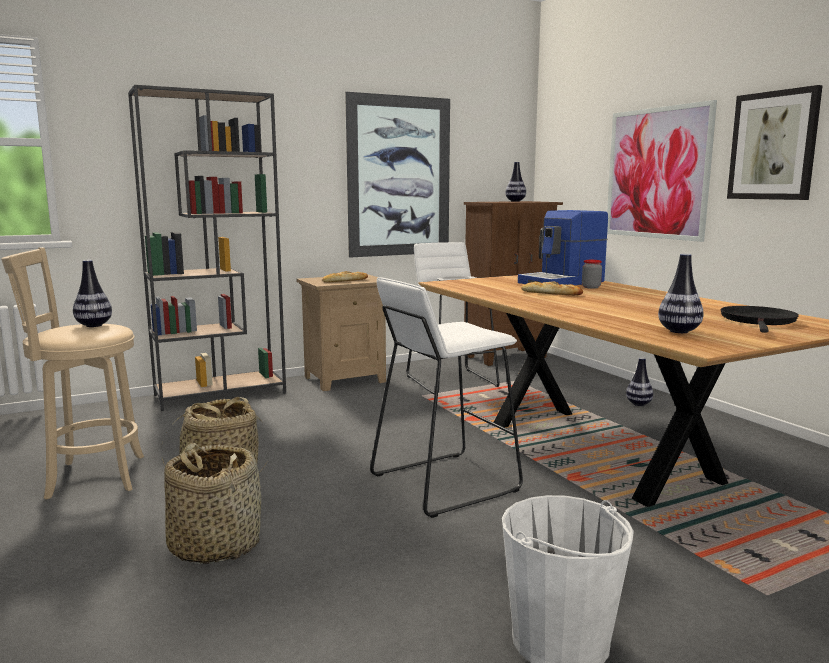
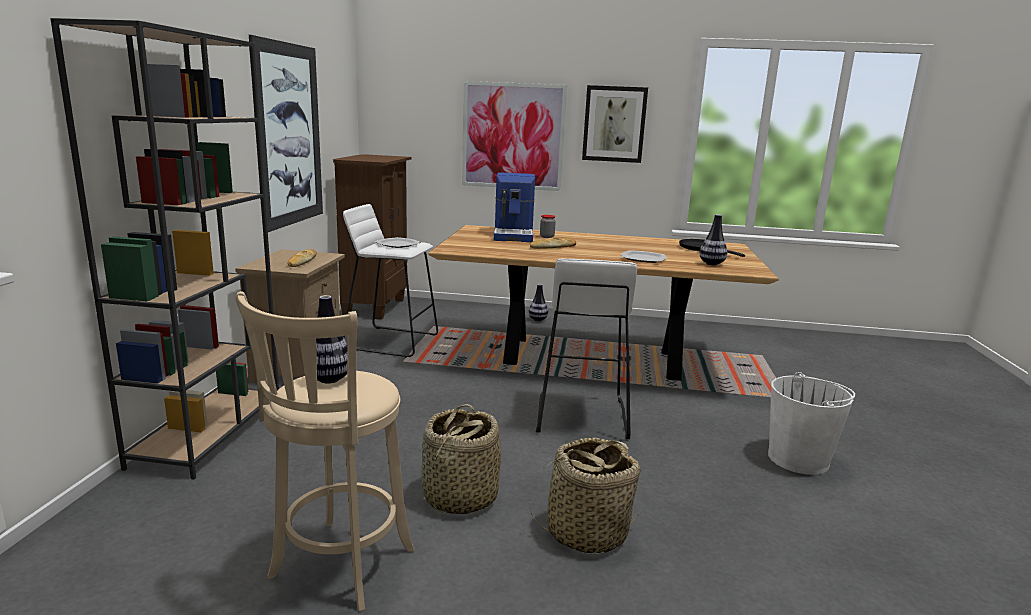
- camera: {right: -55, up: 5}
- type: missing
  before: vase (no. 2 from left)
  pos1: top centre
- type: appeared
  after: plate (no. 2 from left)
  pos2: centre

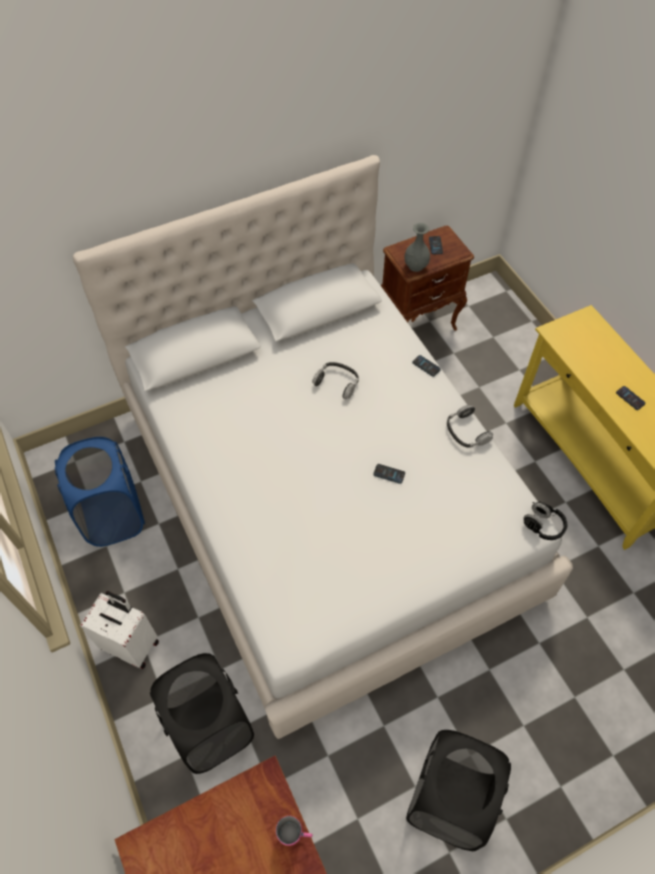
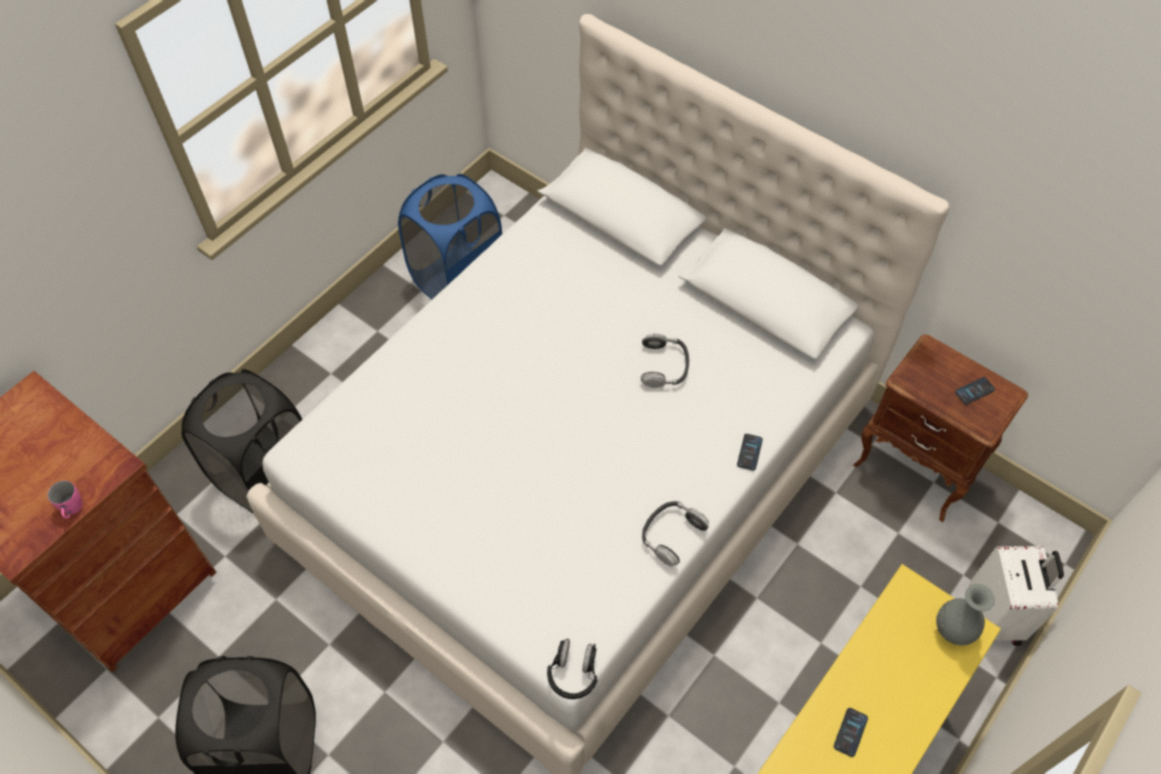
- camera: {right: 65, up: 0}
- type: missing
  before: phone (no. 1 from left)
  pos1: centre
- type: relocated
  before: white suitcase
  pos1: bottom left
  pos2: bottom right
- type: relocated
  before: grey vase
  pos1: top centre
  pos2: bottom right

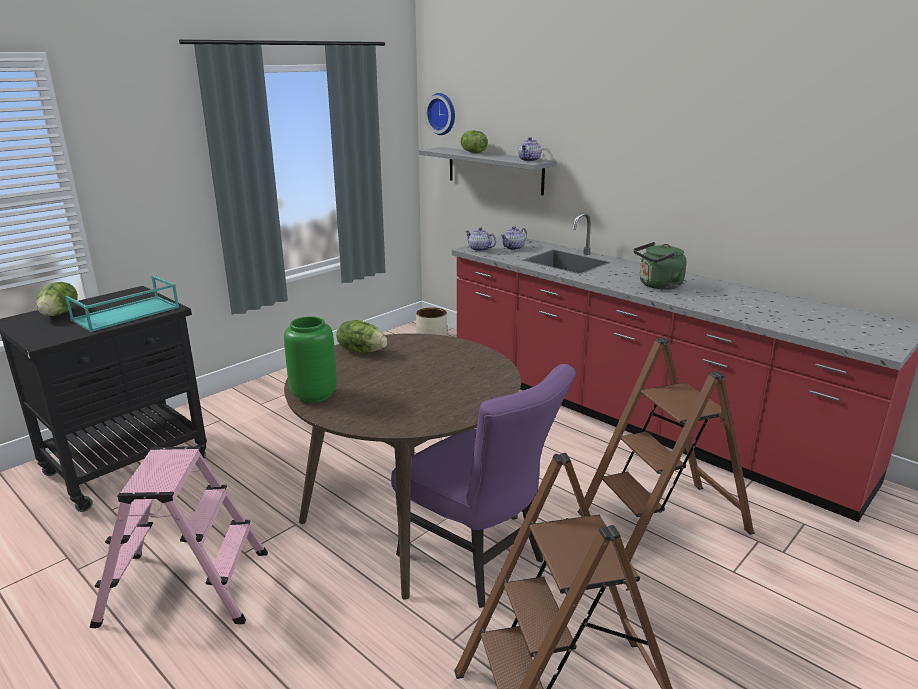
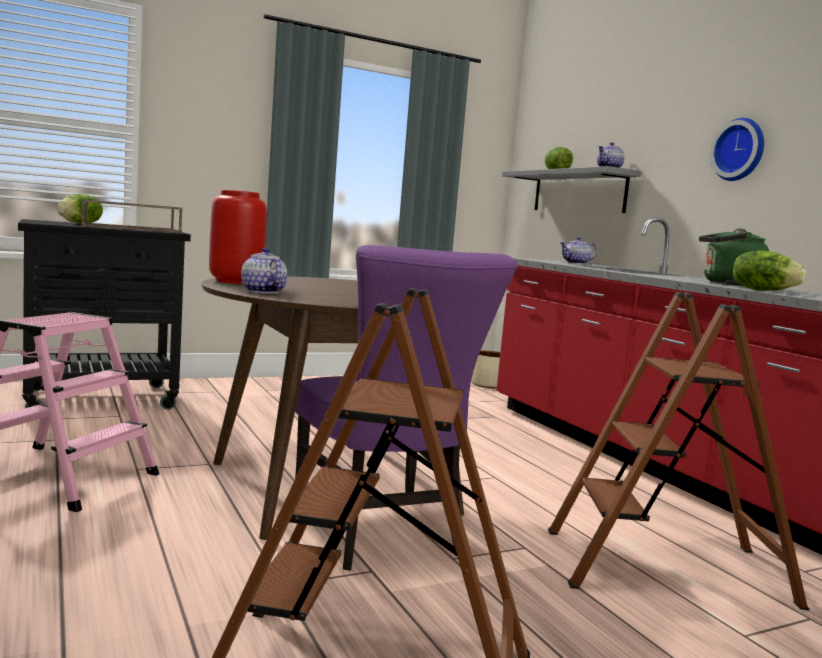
- camera: {right: 20, up: -15}
- type: relocated
  before: lettuce (no. 2 from left in the first image)
  after: lettuce (no. 3 from left)
  pos1: centre
  pos2: middle right
- type: relocated
  before: wall clock
  pos1: top centre
  pos2: top right
- type: relocated
  before: teapot (no. 1 from left)
  pos1: centre
  pos2: middle left
- type: colour
  before: turquoise tray
  after: brown tray
  pos1: middle left
  pos2: top left
- type: colour
  before: green vase
  after: red vase
  pos1: centre
  pos2: middle left

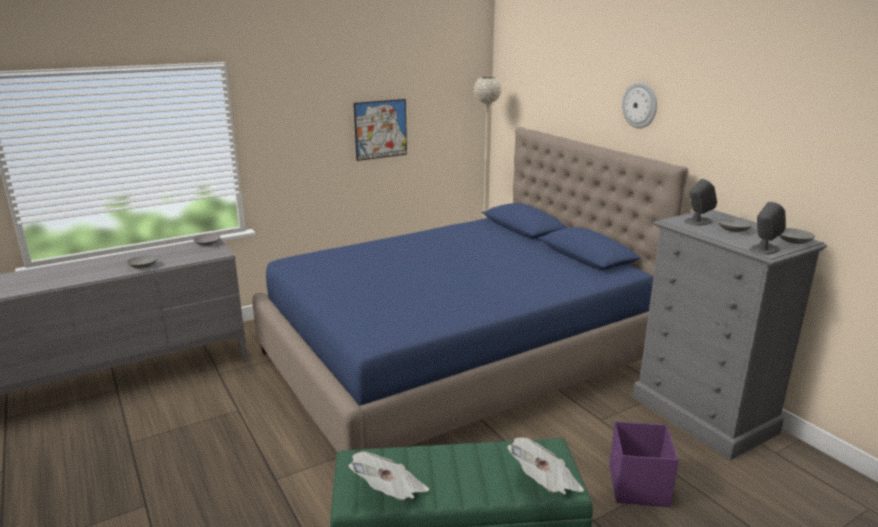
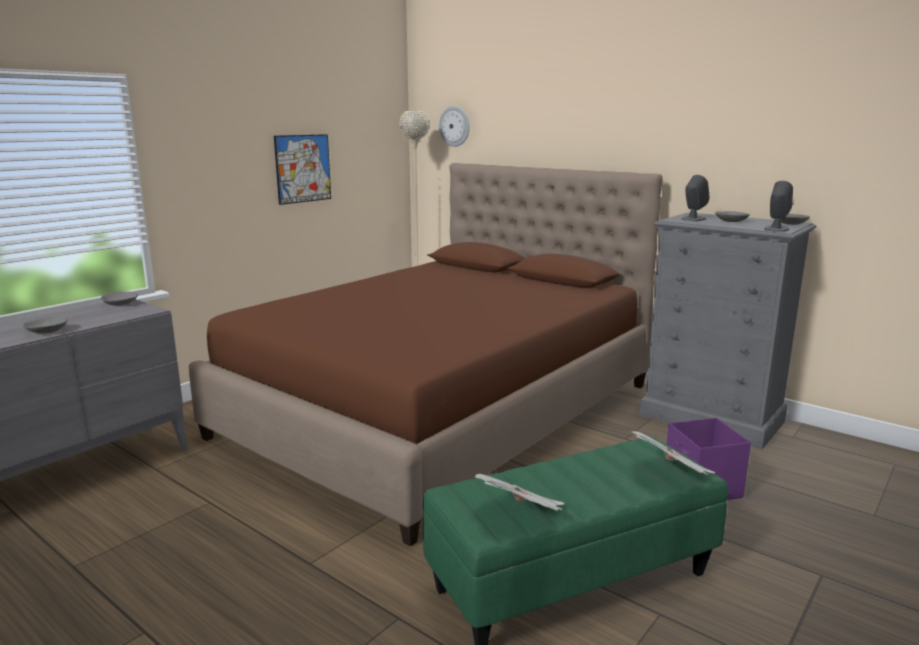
- camera: {right: -20, up: -5}
- type: relocated
  before: wall clock
  pos1: top right
  pos2: top centre
- type: colour
  before: blue bed
  after: brown bed
  pos1: centre
  pos2: centre

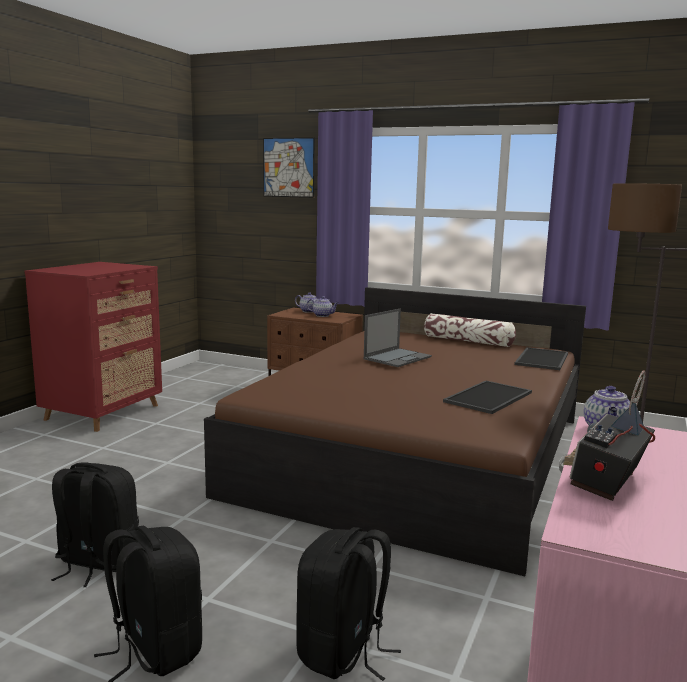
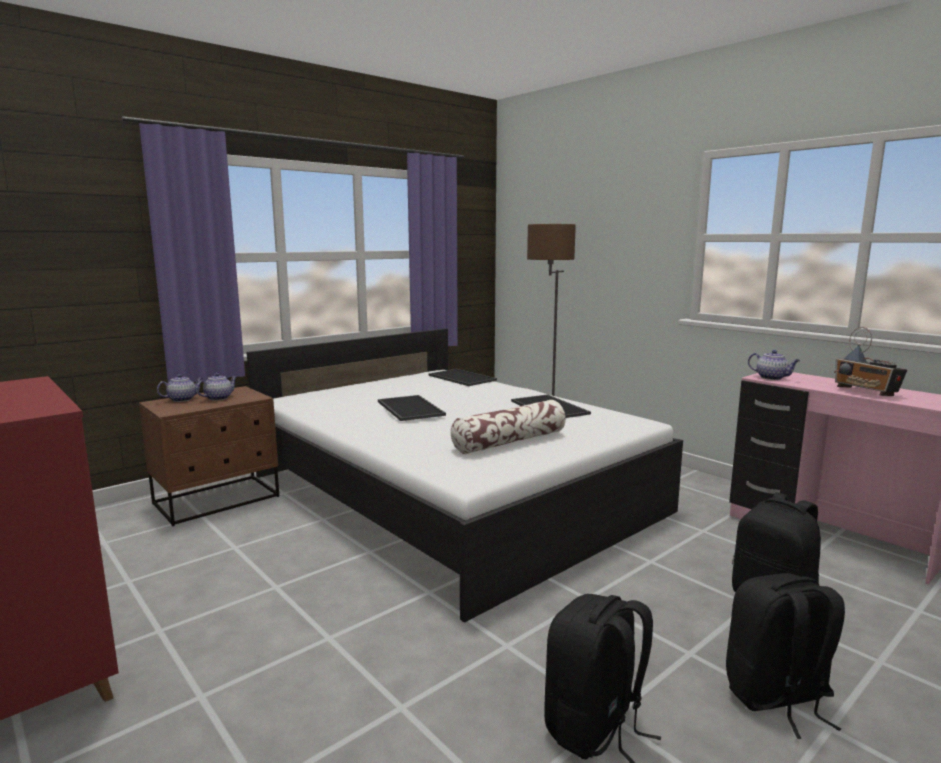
- camera: {right: -65, up: 0}
- type: missing
  before: picture
  pos1: top centre
- type: relocated
  before: pillow
  pos1: middle right
  pos2: centre
- type: exchanged
  before: laptop
  after: tray (no. 1 from left)
  pos1: centre
  pos2: centre
- type: colour
  before: brown bed
  after: white bed
  pos1: centre
  pos2: centre

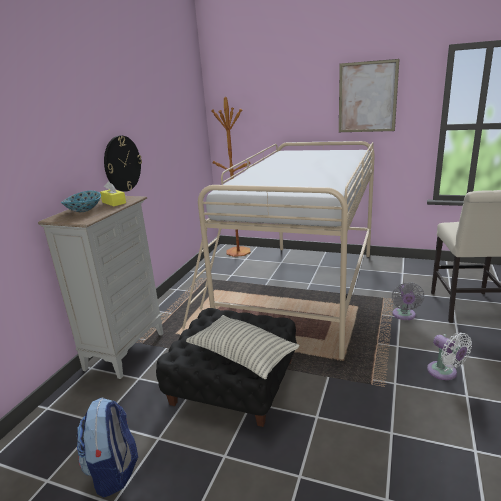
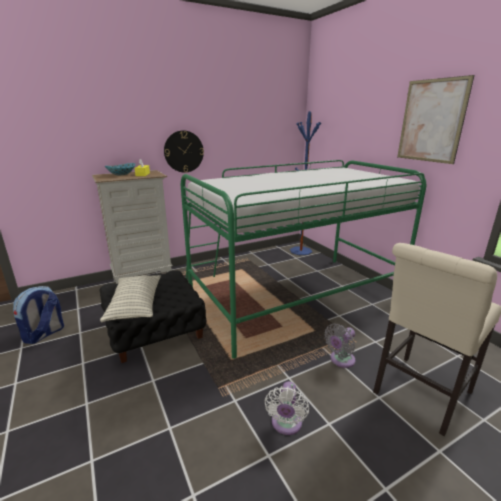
- camera: {right: 40, up: 0}
- type: colour
  before: beige bed
  after: green bed
  pos1: centre
  pos2: centre
- type: colour
  before: orange clothes rack
  after: blue clothes rack
  pos1: centre
  pos2: centre

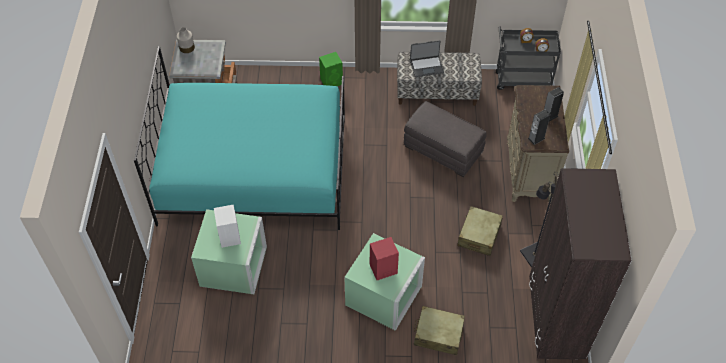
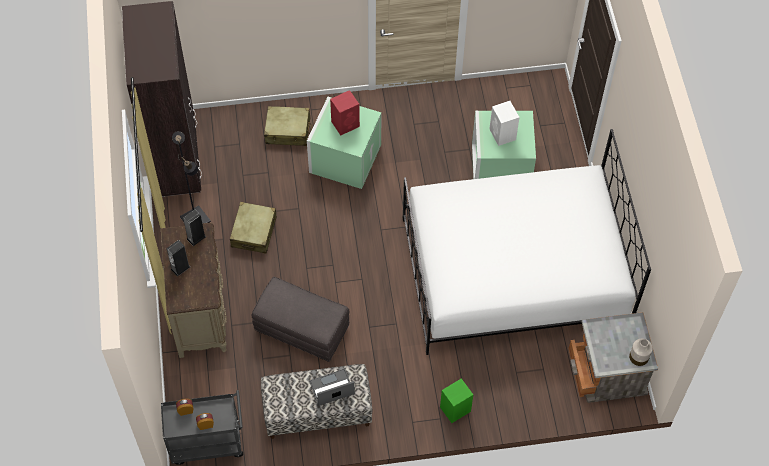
- camera: {right: 170, up: 5}
- type: colour
  before: turquoise bed
  after: white bed
  pos1: middle left
  pos2: middle right

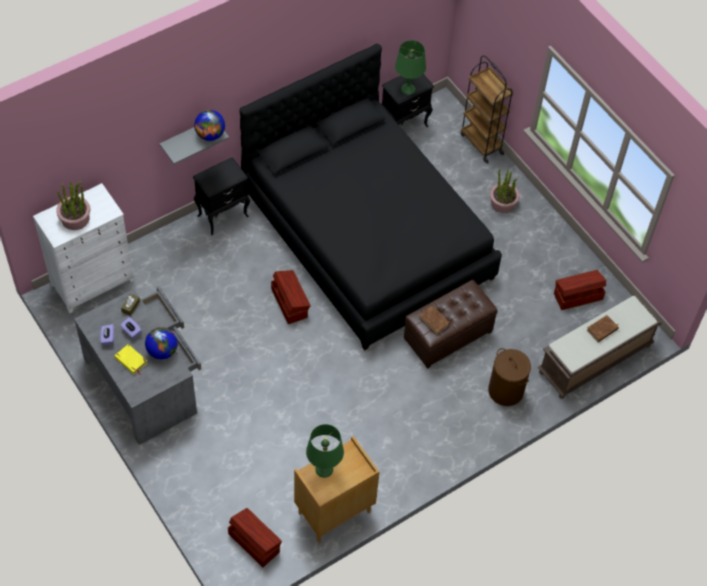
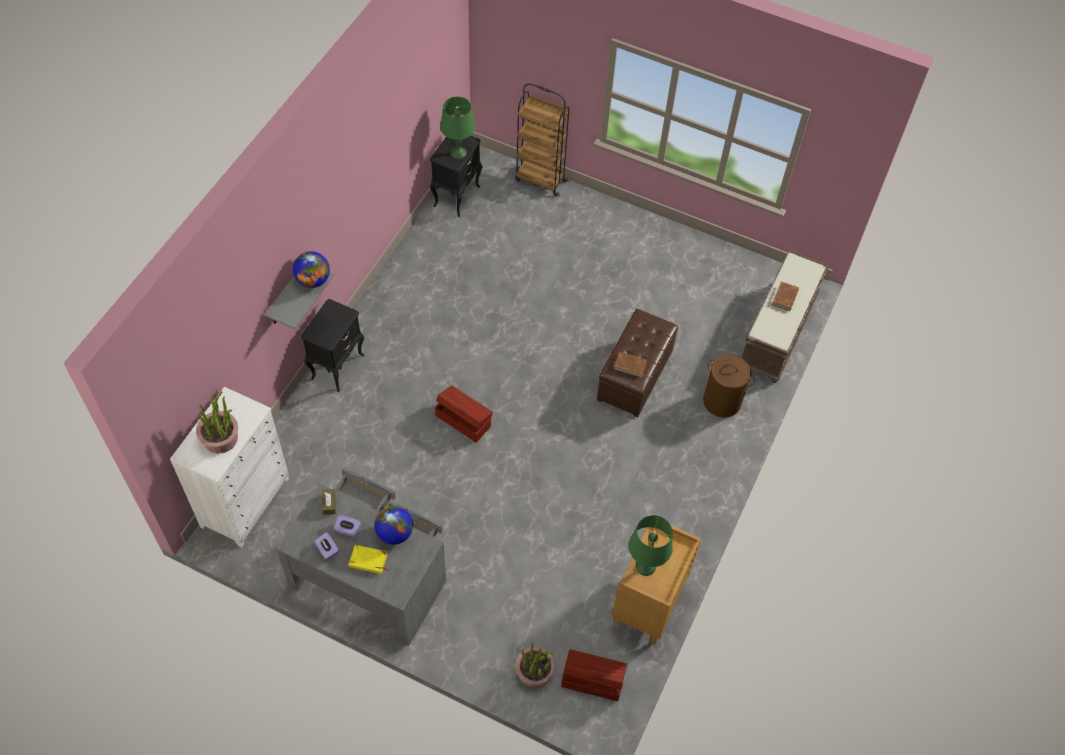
- camera: {right: -30, up: 0}
- type: missing
  before: black bed
  pos1: centre
- type: missing
  before: brown storage box (no. 3 from left)
  pos1: middle right
- type: relocated
  before: potted plant (no. 2 from left)
  pos1: top right
  pos2: bottom centre

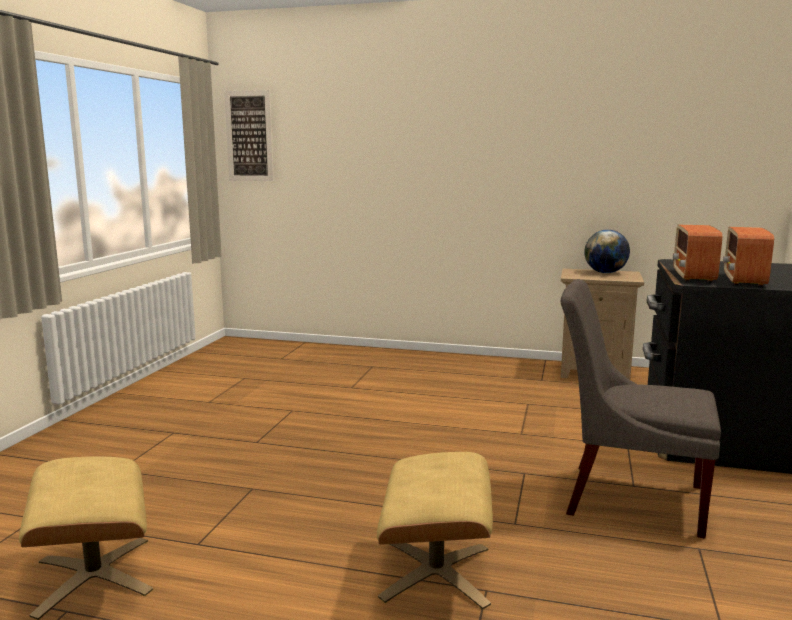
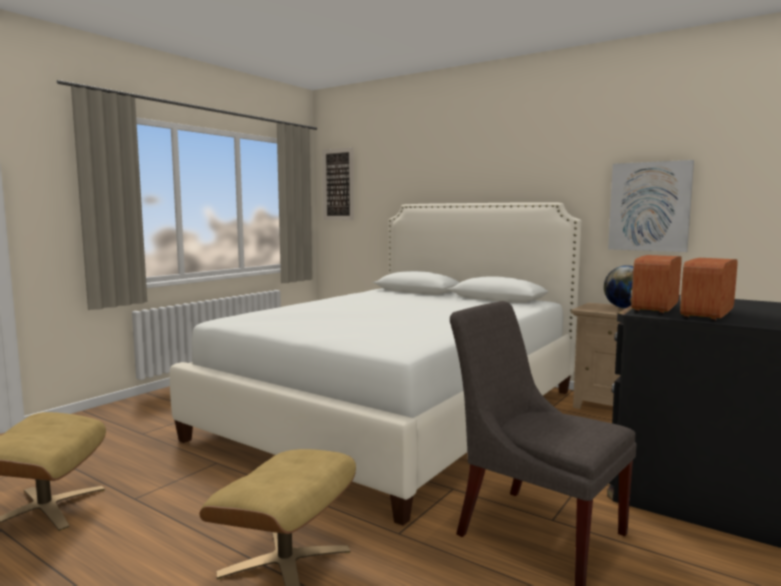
- camera: {right: 20, up: -5}
- type: appeared
  after: white bed
  pos2: centre
- type: appeared
  after: picture (no. 2 from left)
  pos2: middle right

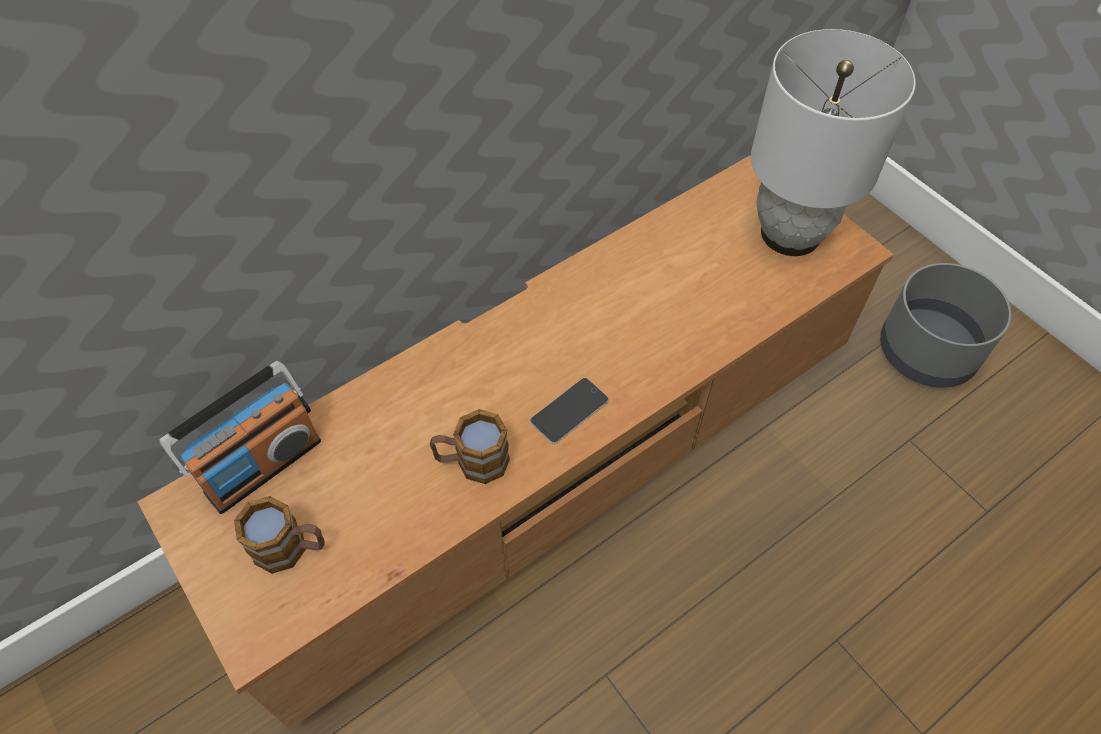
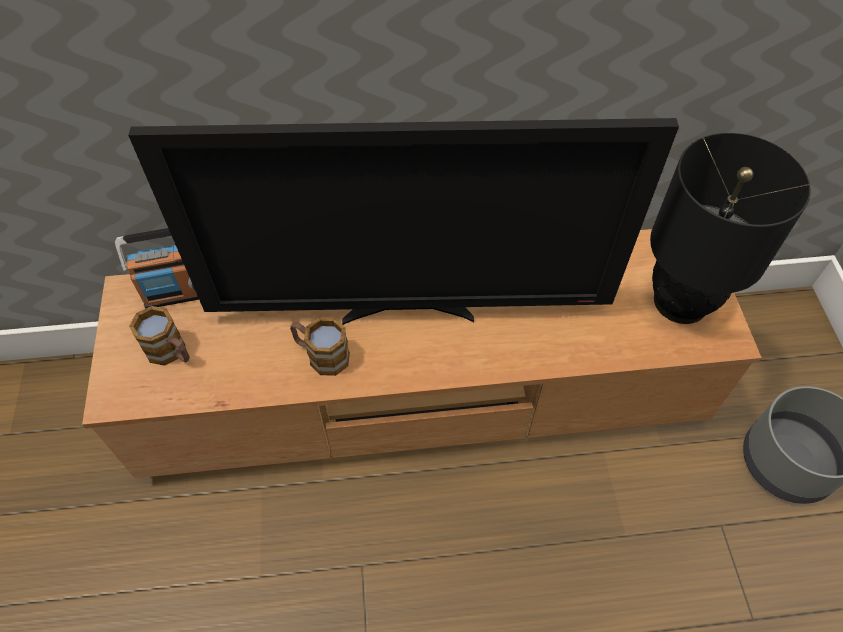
- camera: {right: 30, up: 0}
- type: missing
  before: phone
  pos1: centre
- type: appeared
  after: television
  pos2: centre
- type: colour
  before: white table lamp
  after: black table lamp
  pos1: top right
  pos2: middle right

